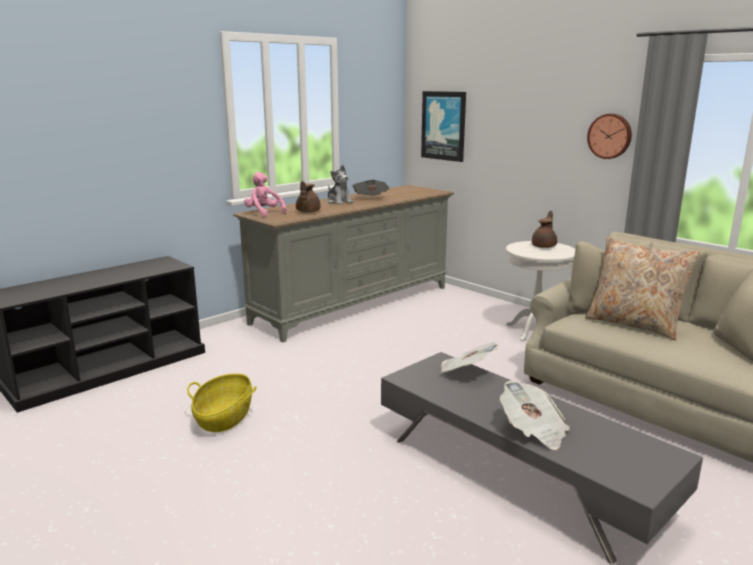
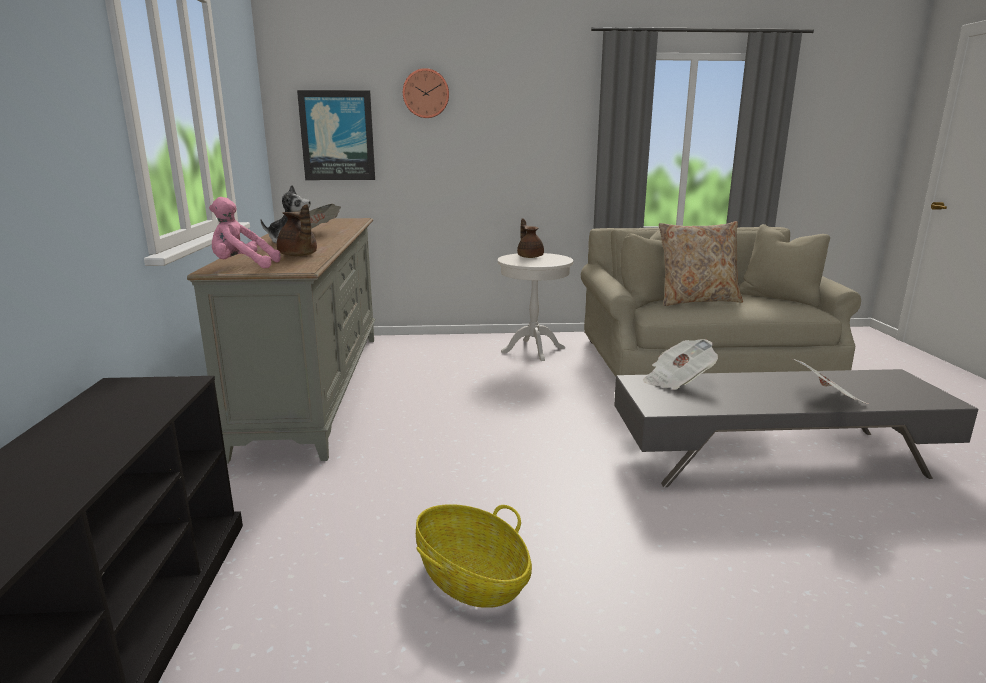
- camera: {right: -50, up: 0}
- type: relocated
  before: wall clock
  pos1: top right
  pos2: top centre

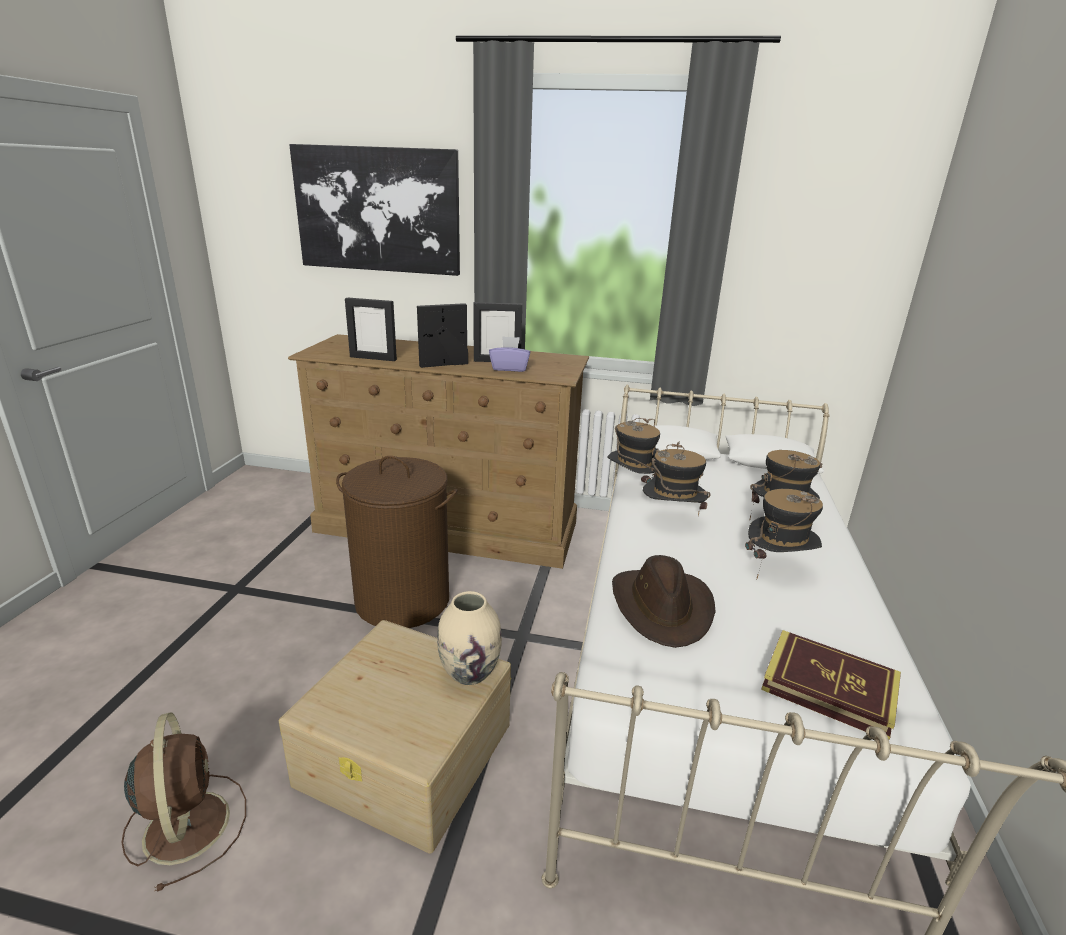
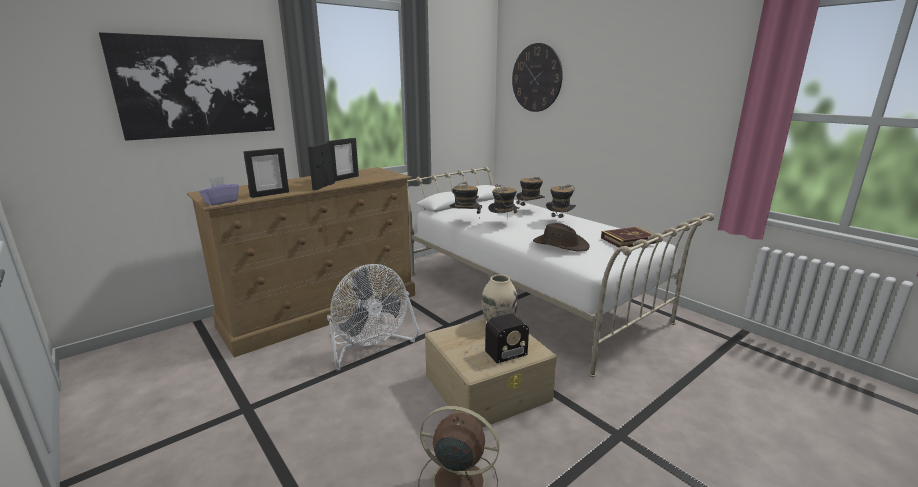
- camera: {right: -50, up: -5}
- type: appeared
  after: radio
  pos2: bottom centre
- type: appeared
  after: wall clock
  pos2: top centre
- type: relocated
  before: purple tissue box
  pos1: centre
  pos2: middle left
- type: exchanged
  before: brown laundry basket
  after: white fan
  pos1: centre
  pos2: centre

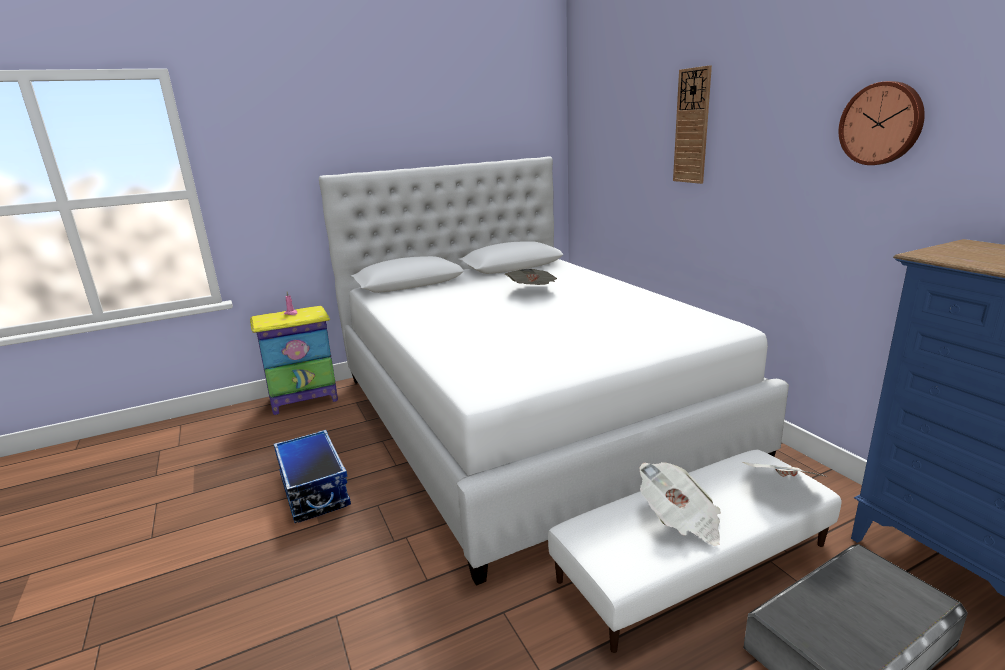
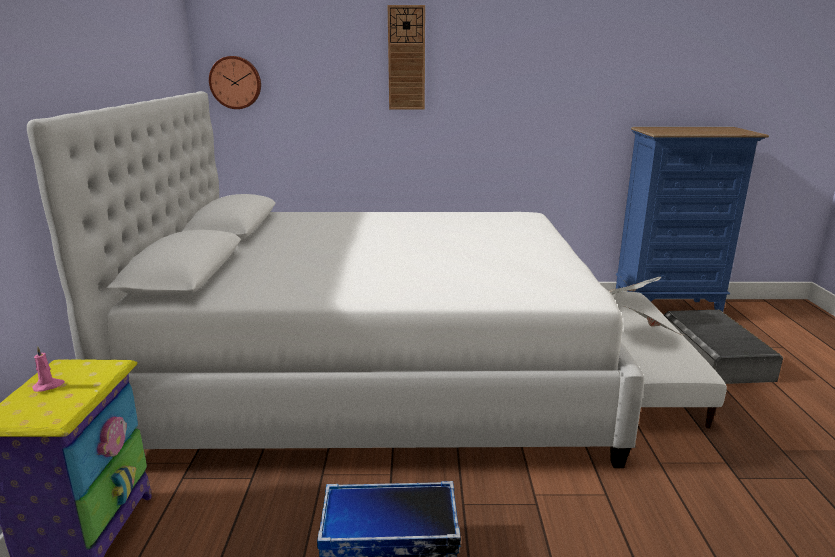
- camera: {right: -65, up: 0}
- type: missing
  before: newspaper (no. 1 from left)
  pos1: centre
- type: relocated
  before: wall clock (no. 2 from left in the first image)
  after: wall clock (no. 1 from left)
  pos1: top right
  pos2: top left

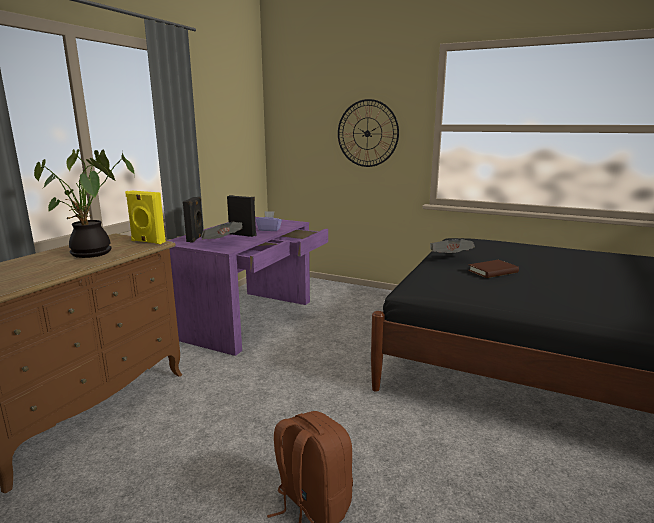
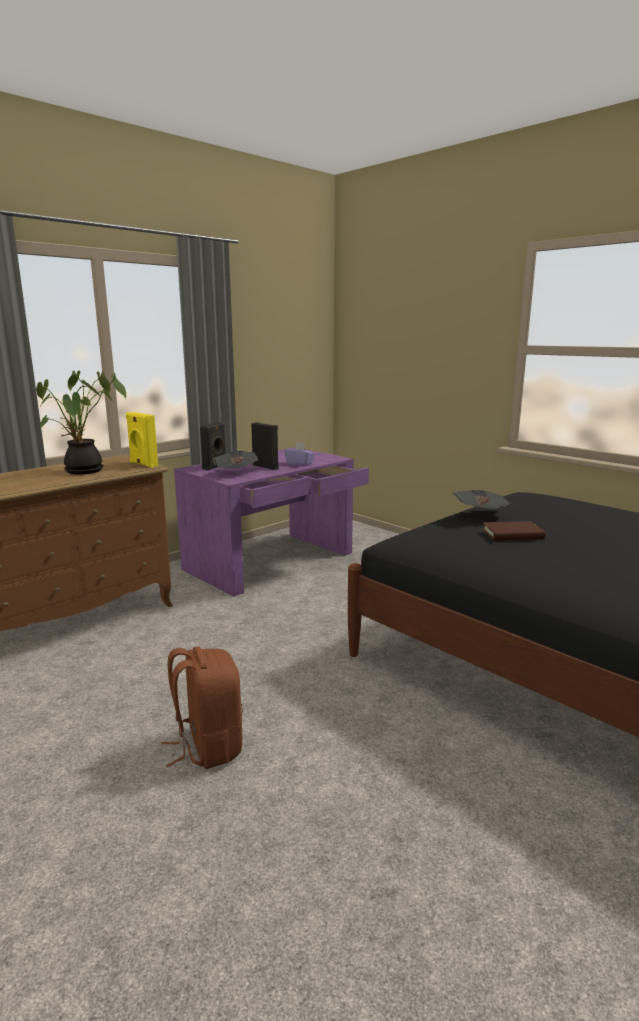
- camera: {right: 20, up: 0}
- type: missing
  before: wall clock
  pos1: top centre

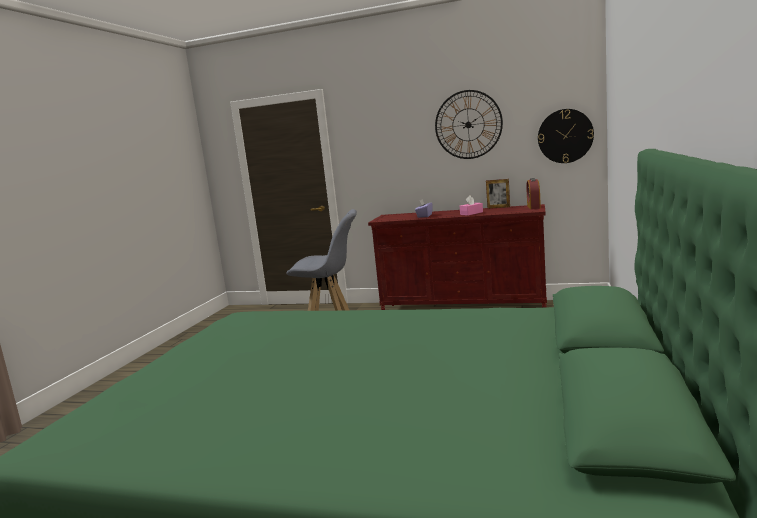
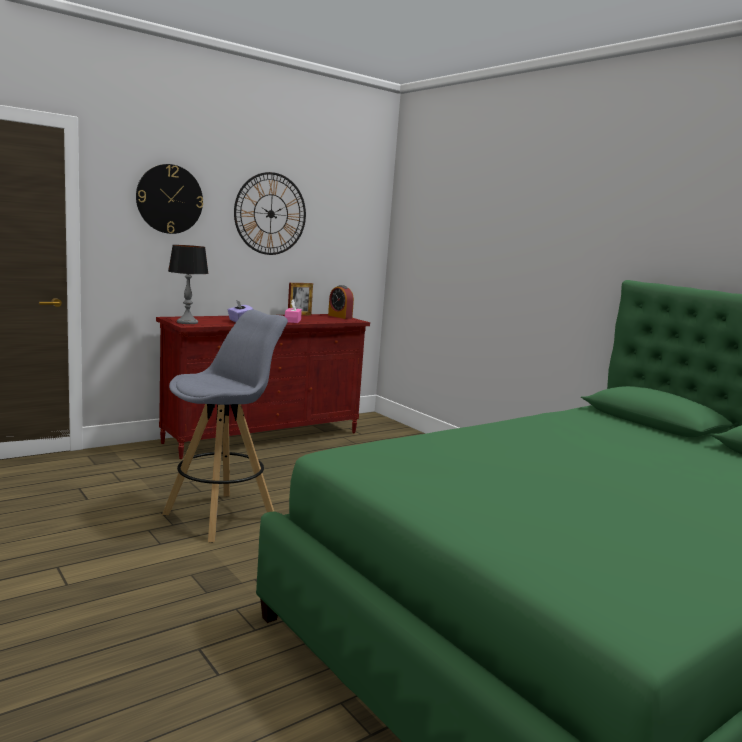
- camera: {right: -55, up: 0}
- type: appeared
  after: table lamp
  pos2: middle left
- type: relocated
  before: wall clock (no. 2 from left in the first image)
  after: wall clock (no. 1 from left)
  pos1: top right
  pos2: top left

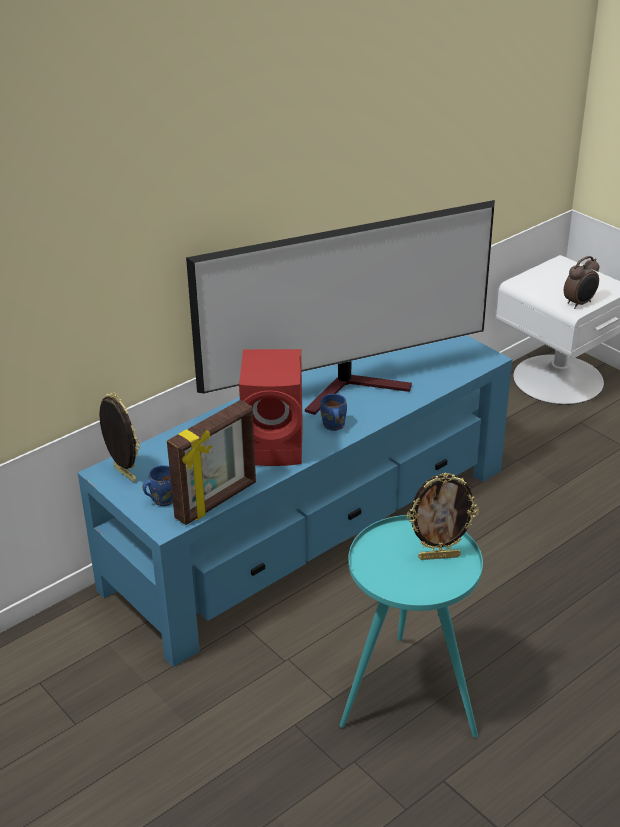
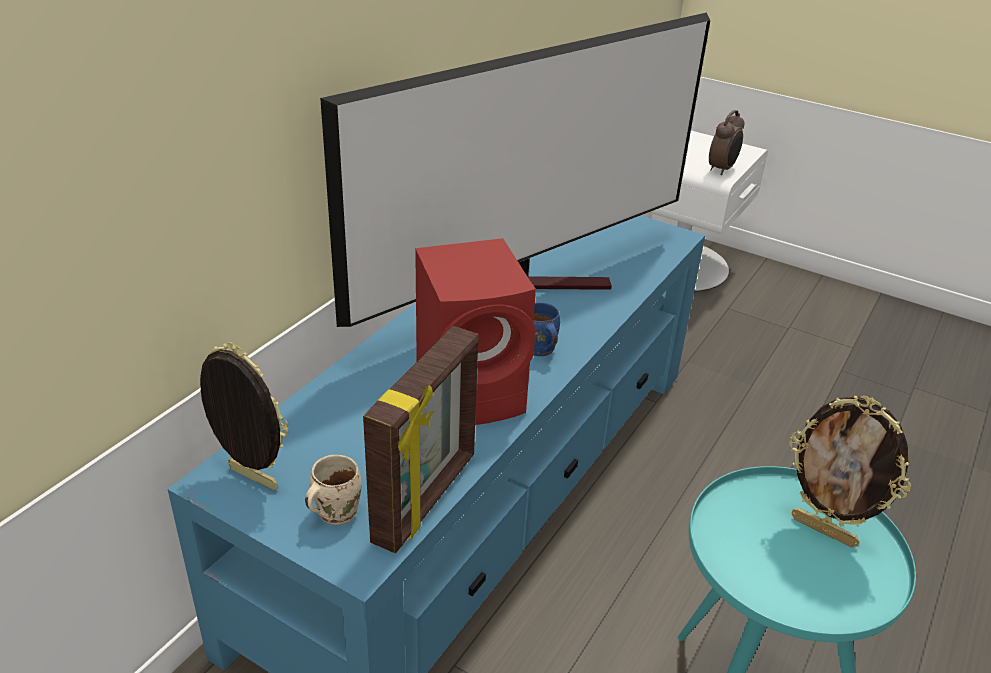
- camera: {right: -20, up: 0}
- type: colour
  before: blue mug (no. 1 from left)
  after: beige mug
  pos1: middle left
  pos2: bottom centre
- type: spun
  before: picture frame (no. 3 from left)
  pos1: middle right
  pos2: bottom right
  turn: 60

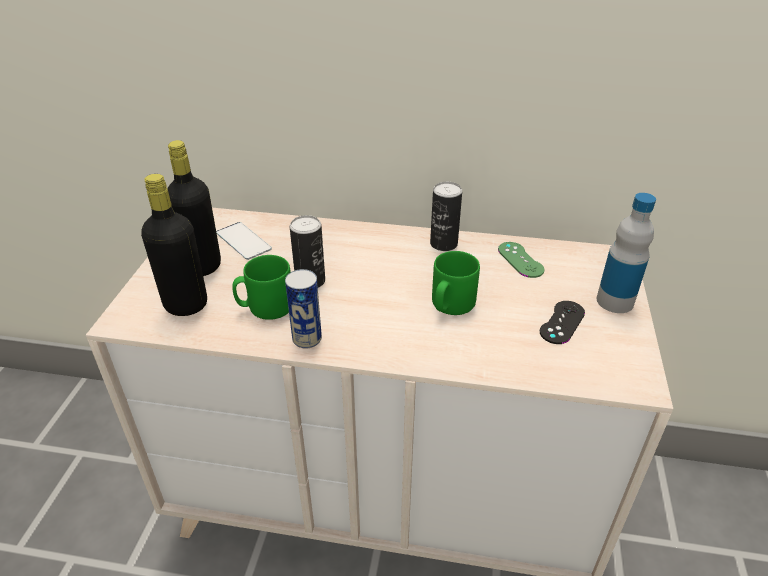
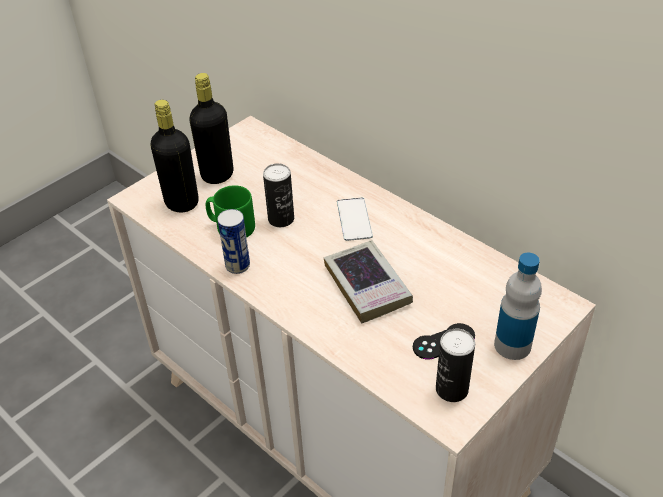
- camera: {right: 35, up: 5}
- type: missing
  before: green game controller
  pos1: middle right
- type: relocated
  before: phone
  pos1: middle left
  pos2: centre
- type: relocated
  before: can (no. 3 from left)
  pos1: centre
  pos2: bottom right
- type: exchanged
  before: green mug (no. 2 from left)
  after: book
  pos1: centre
  pos2: centre

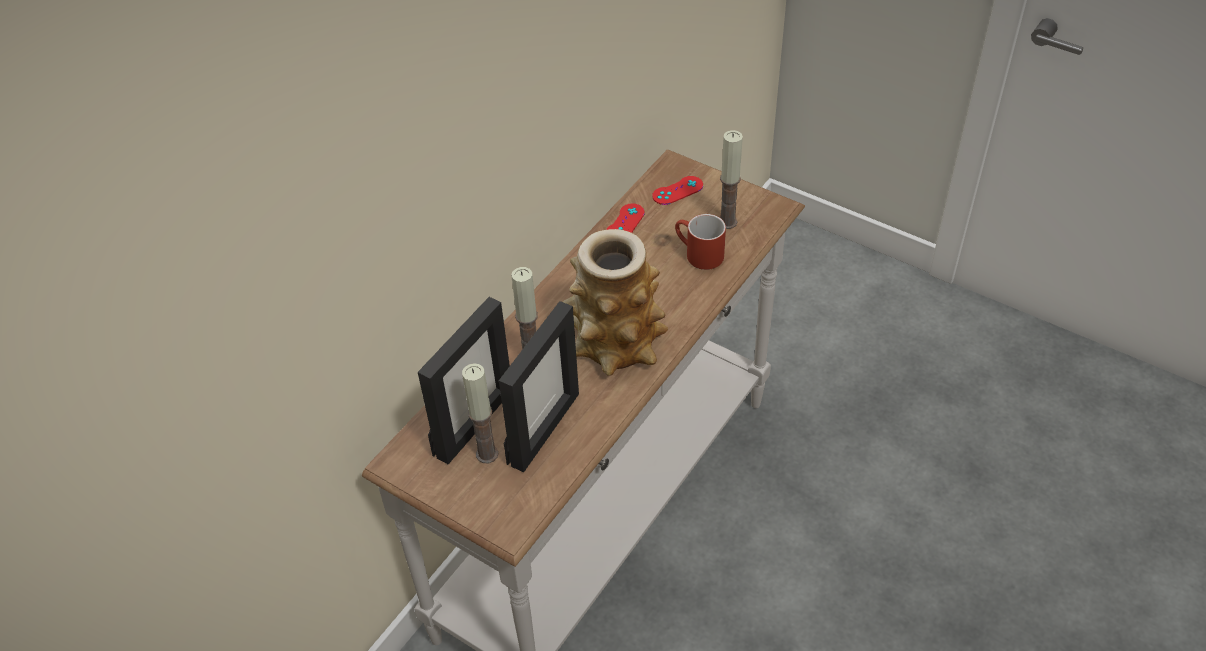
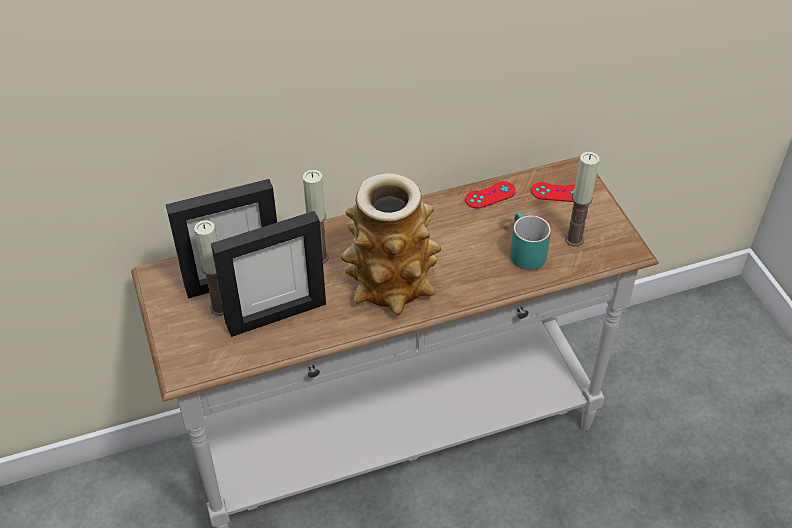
- camera: {right: 35, up: 0}
- type: colour
  before: red mug
  after: turquoise mug
  pos1: centre
  pos2: middle right

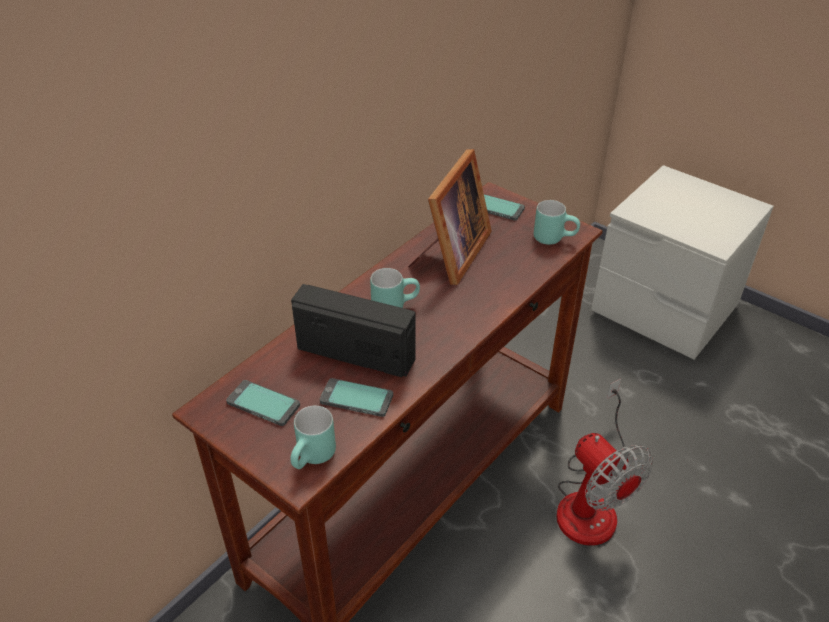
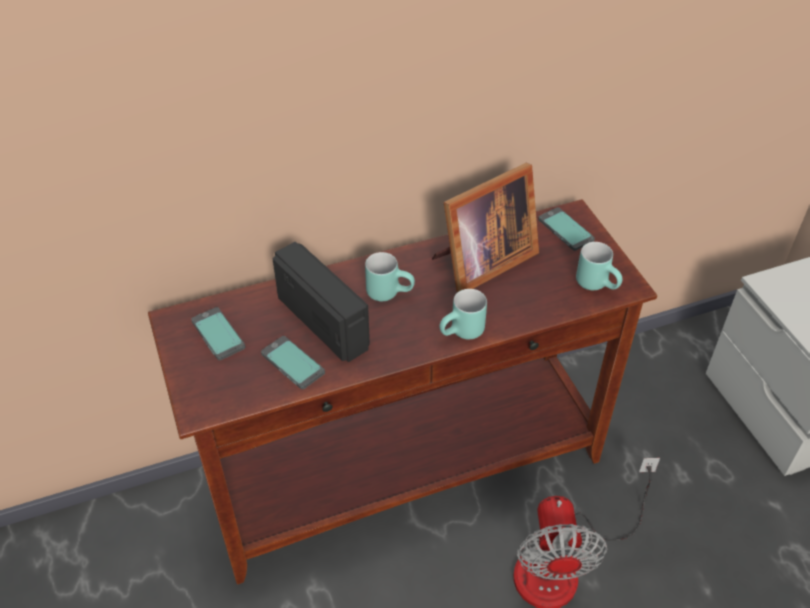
- camera: {right: 30, up: 5}
- type: relocated
  before: turquoise mug (no. 1 from left in the first image)
  after: turquoise mug (no. 2 from left)
  pos1: bottom centre
  pos2: centre

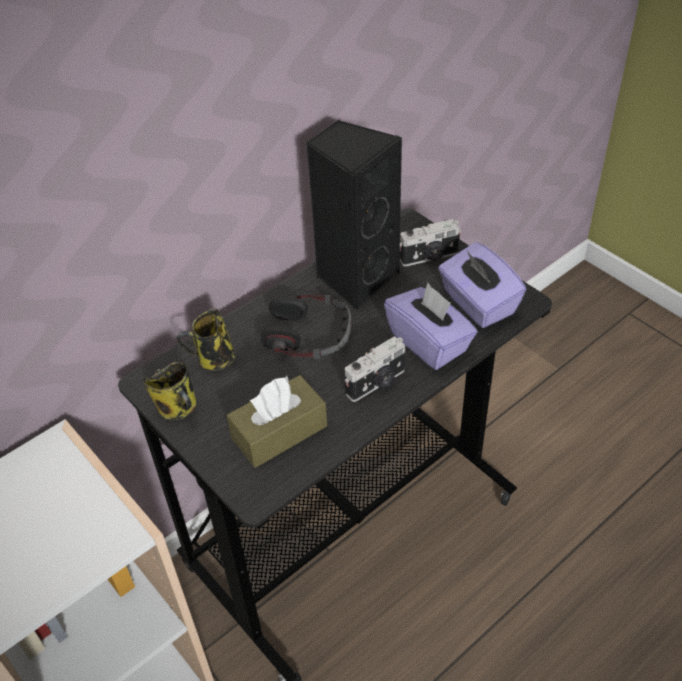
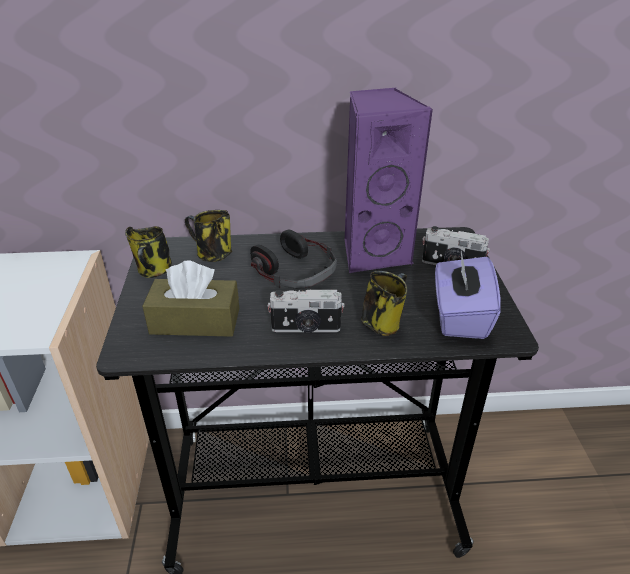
- camera: {right: 35, up: -10}
- type: exchanged
  before: purple tissue box (no. 1 from left)
  after: mug (no. 3 from left)
  pos1: centre
  pos2: centre
- type: colour
  before: black speaker
  after: purple speaker
  pos1: top centre
  pos2: top centre

